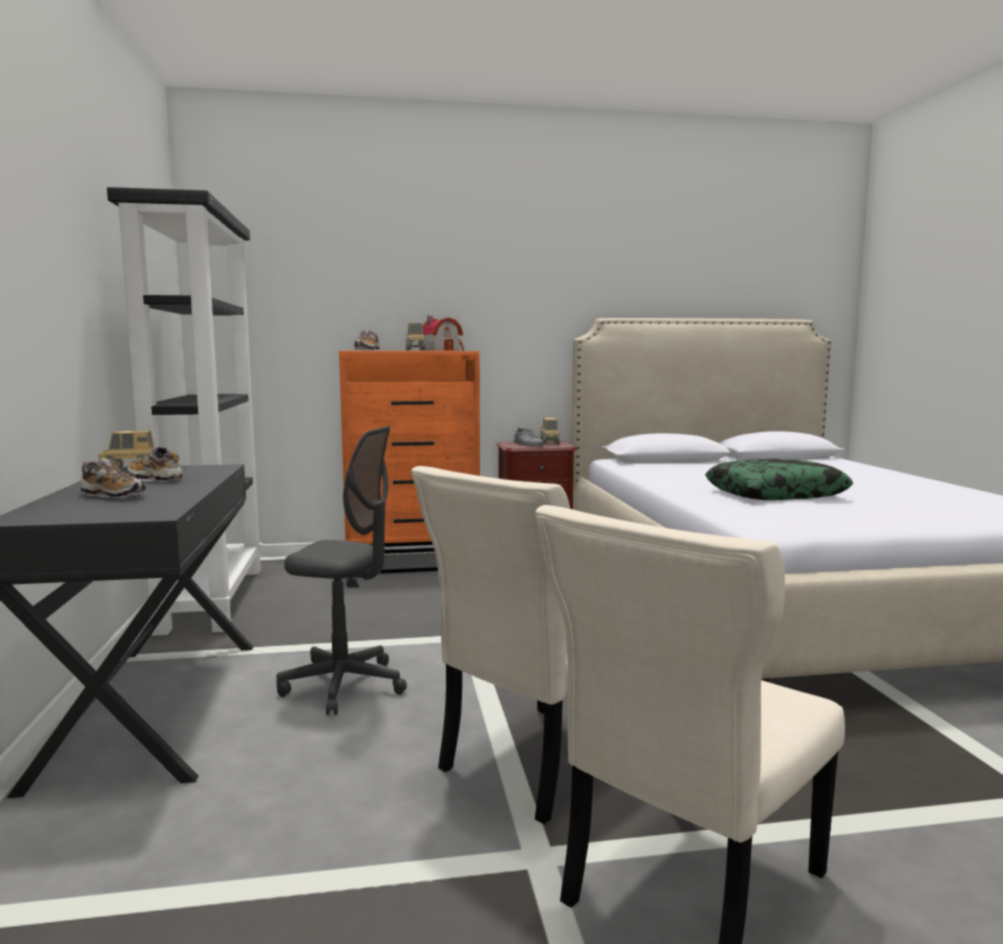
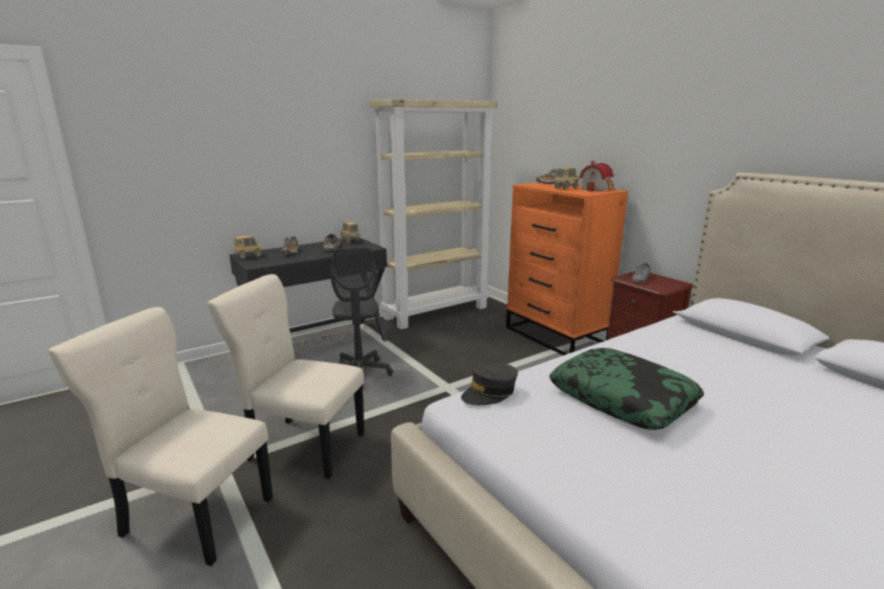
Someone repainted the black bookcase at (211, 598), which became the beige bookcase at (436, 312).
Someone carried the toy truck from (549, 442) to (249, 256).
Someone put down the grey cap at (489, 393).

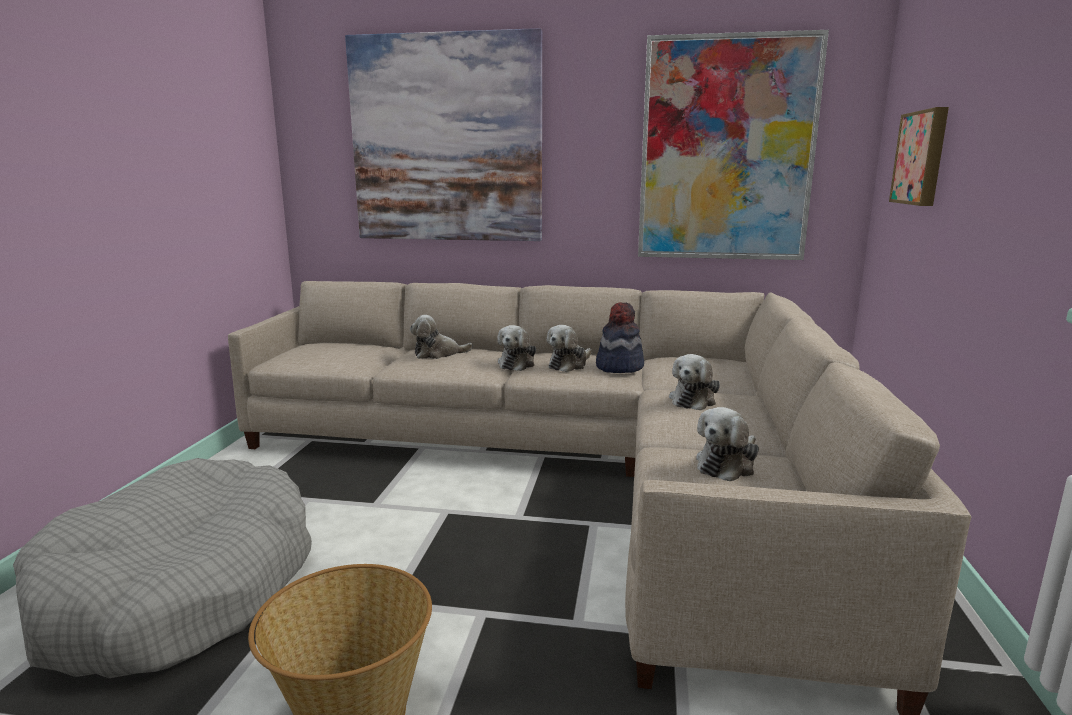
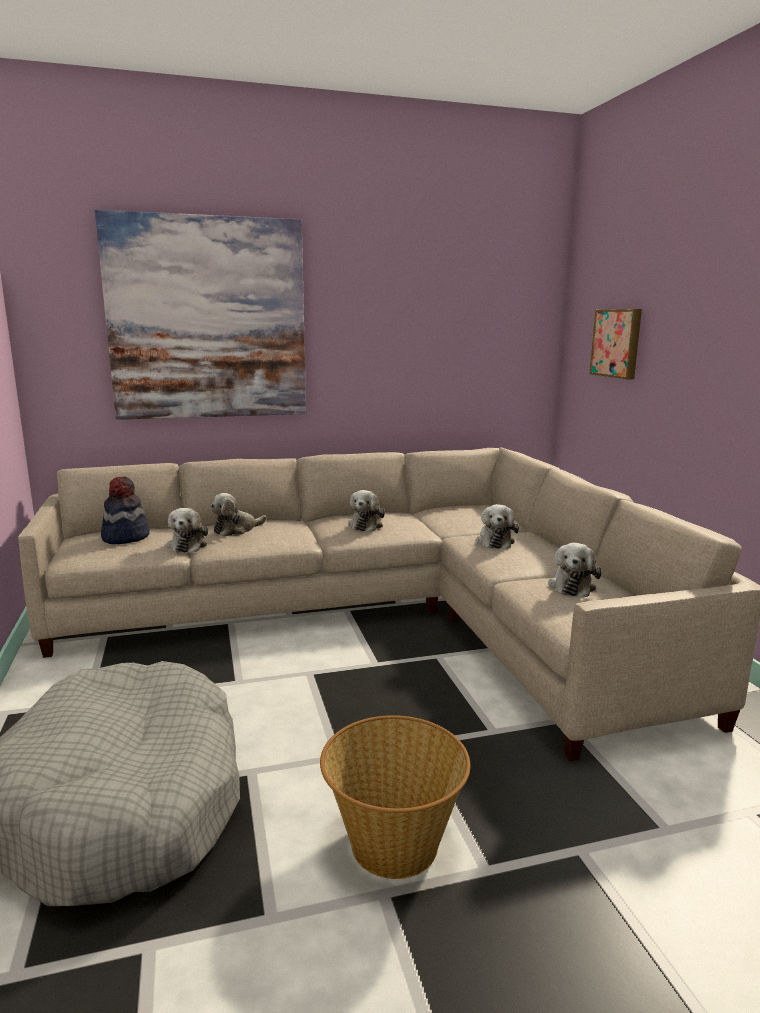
Someone carried the plush toy from (518, 364) to (188, 545).
Someone carried the hat from (619, 367) to (125, 537).
Someone took away the picture at (726, 150).

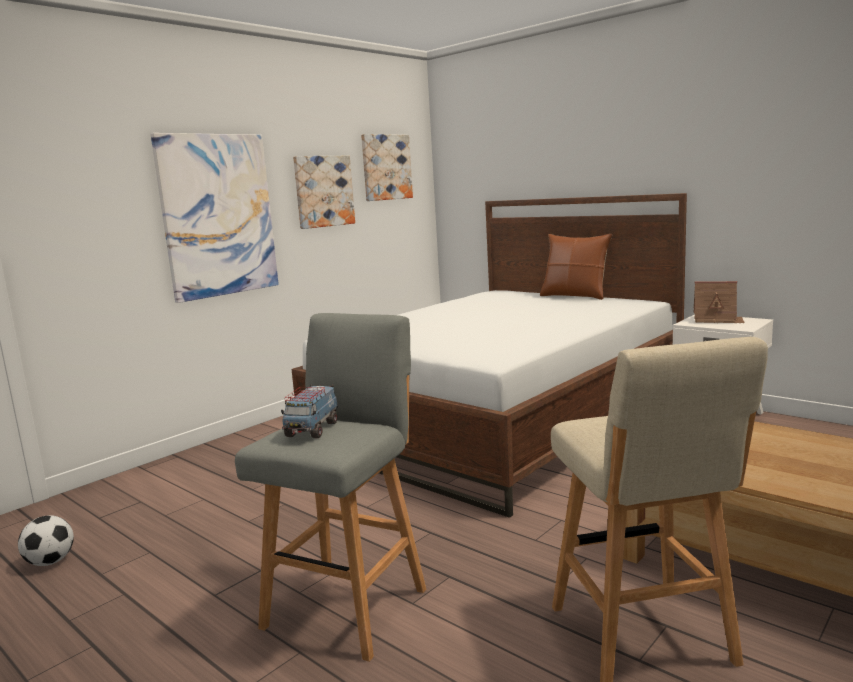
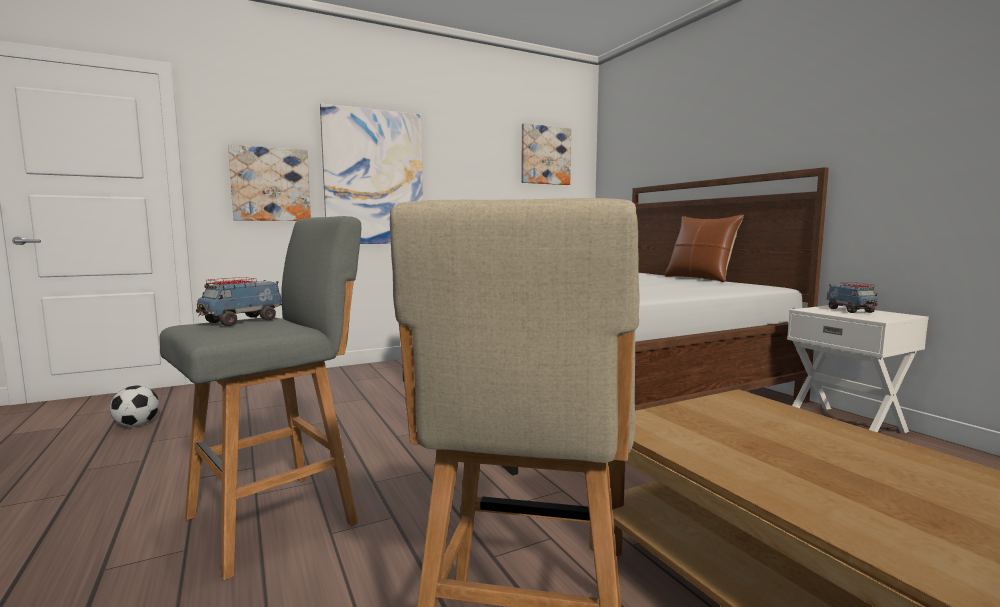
Someone carried the picture from (323, 191) to (270, 184).
Someone swapped the toy house at (717, 320) for the toy truck at (850, 310).

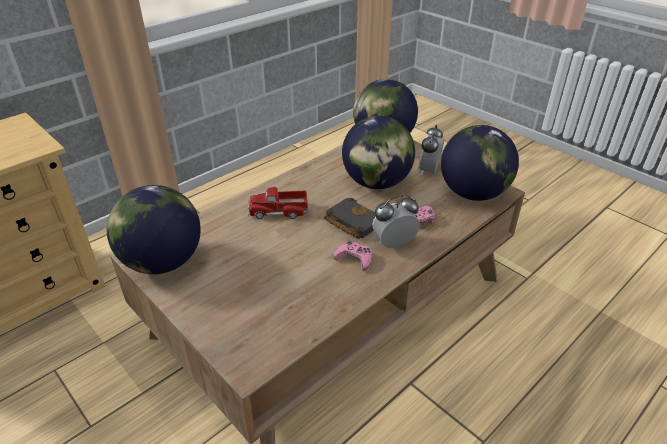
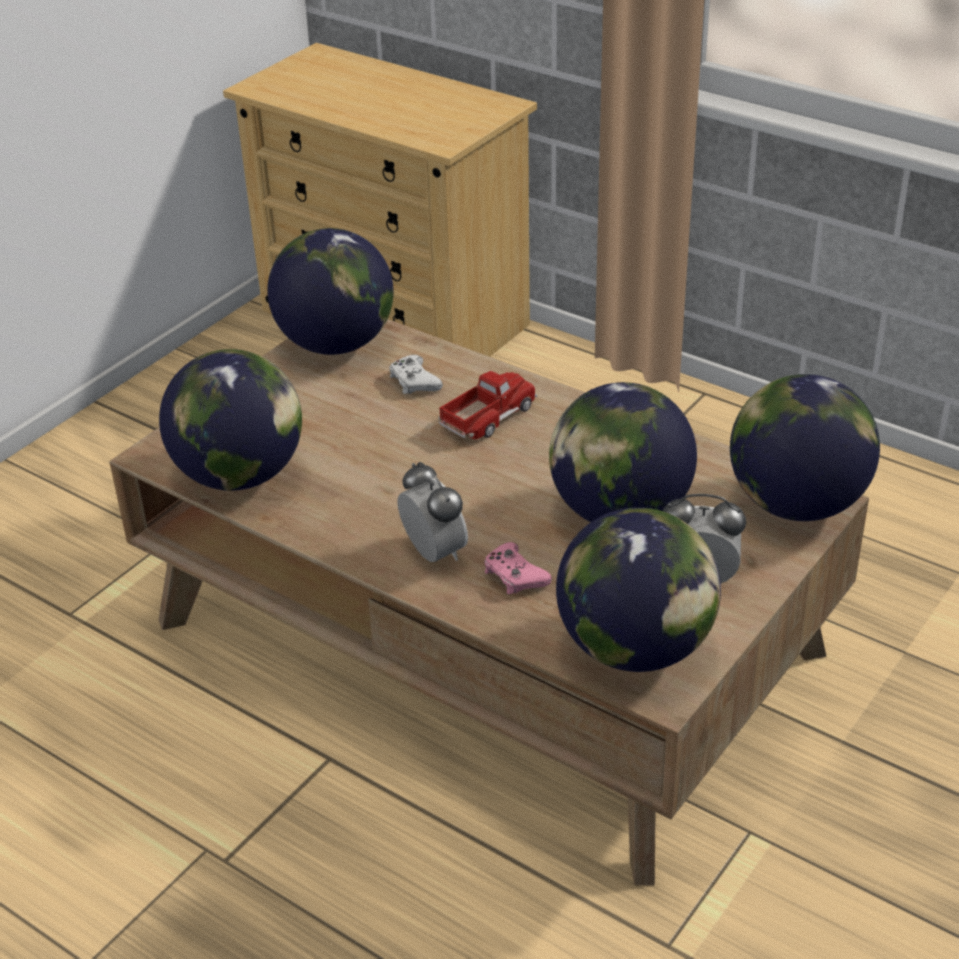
Someone rotated the toy truck at (278, 211) by 60 degrees clockwise.
Someone took away the black book at (351, 222).
Someone took away the pink game controller at (354, 258).
Someone put down the globe at (240, 475).
Someone put down the white game controller at (414, 381).

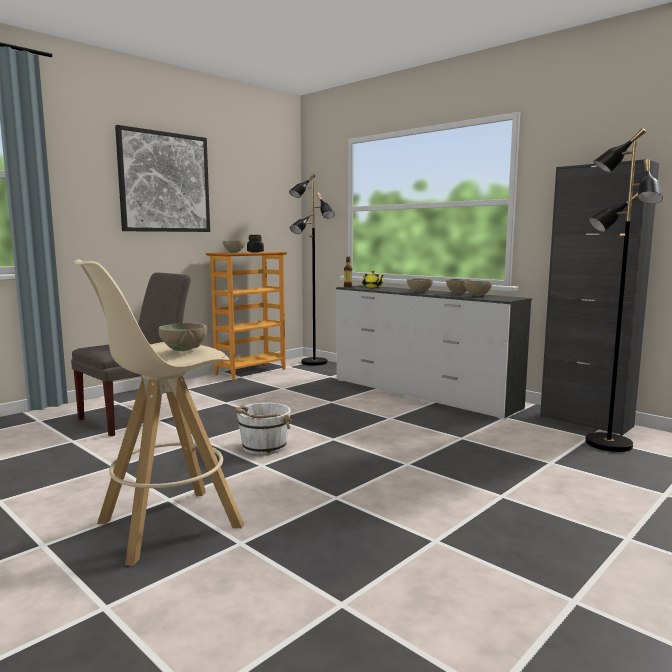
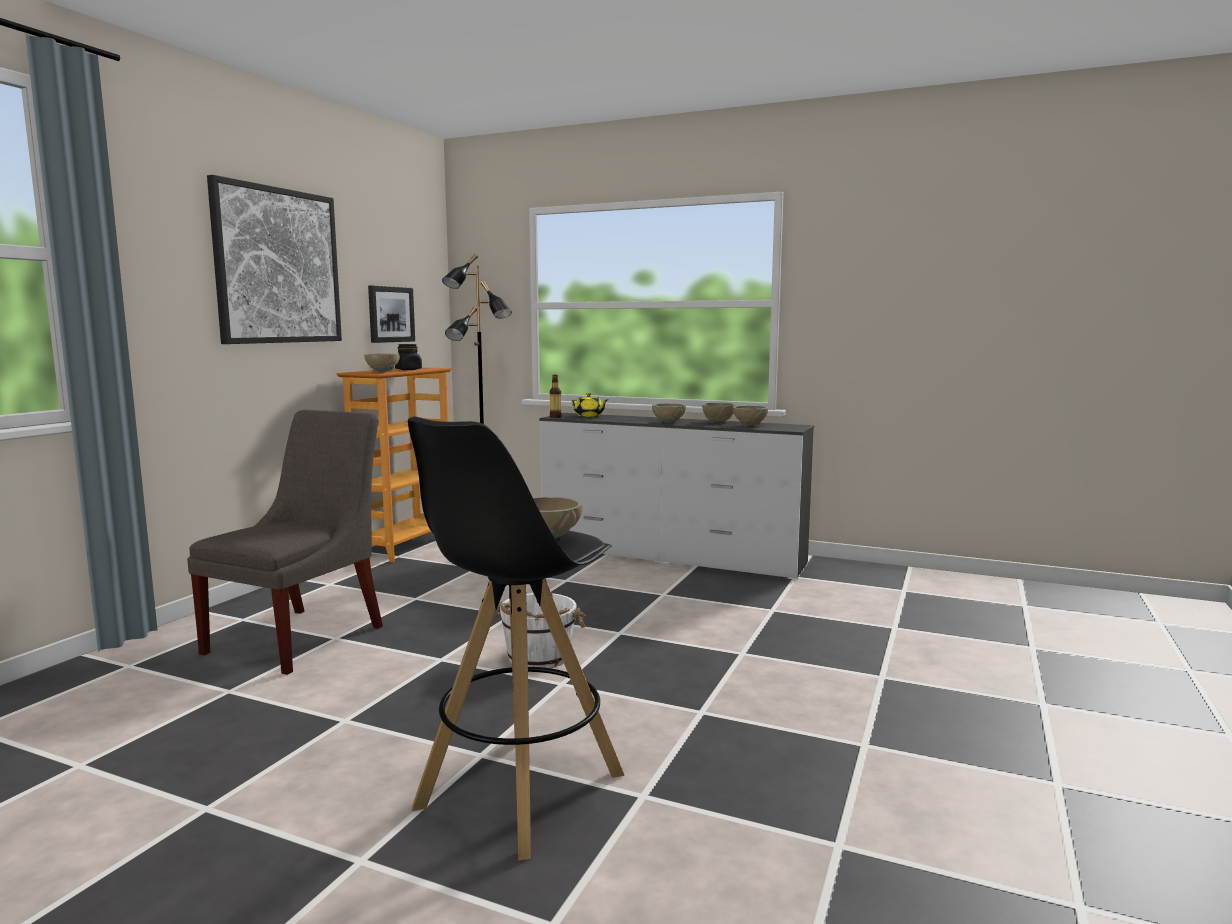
Someone repainted the beige stool at (168, 525), which became the black stool at (519, 791).
Someone took away the black cabinet at (585, 421).
Someone took away the black floor lamp at (607, 444).
Someone put up the picture at (390, 314).

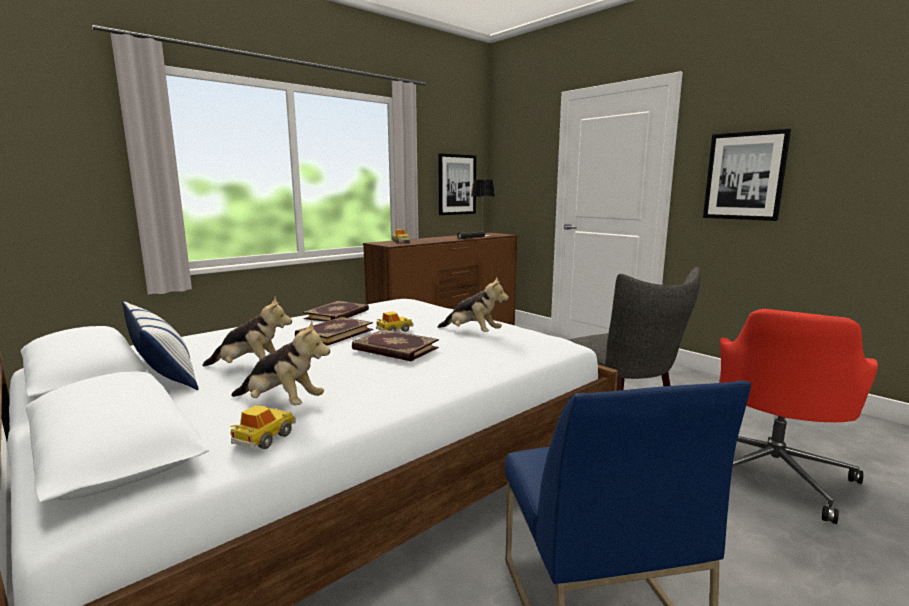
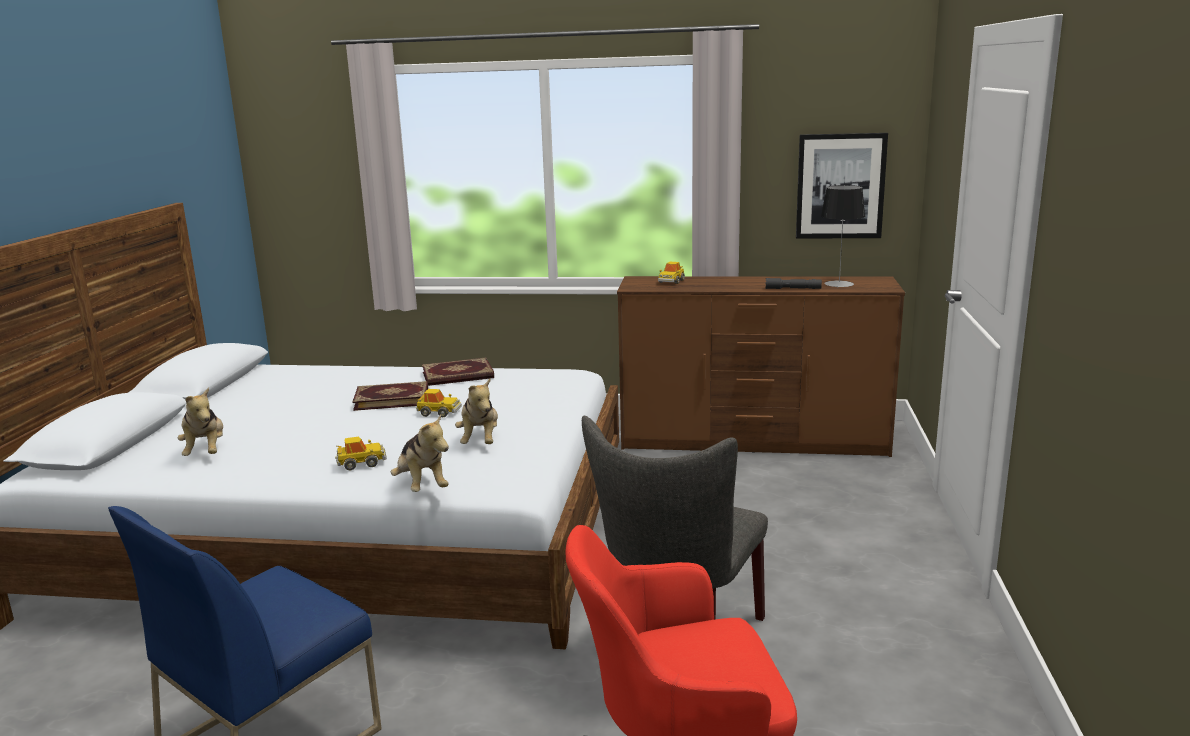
Someone took away the pillow at (163, 371).
Someone carried the plush toy from (250, 368) to (421, 486).
Someone carried the toy car from (264, 438) to (361, 463).
Someone took away the book at (394, 349).
Someone took away the picture at (744, 176).

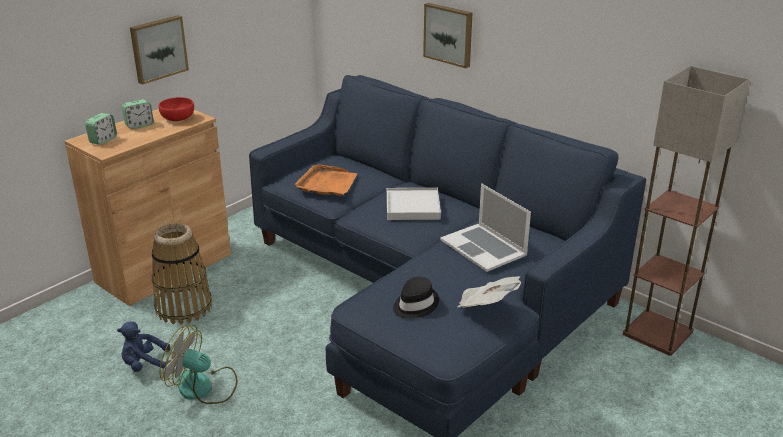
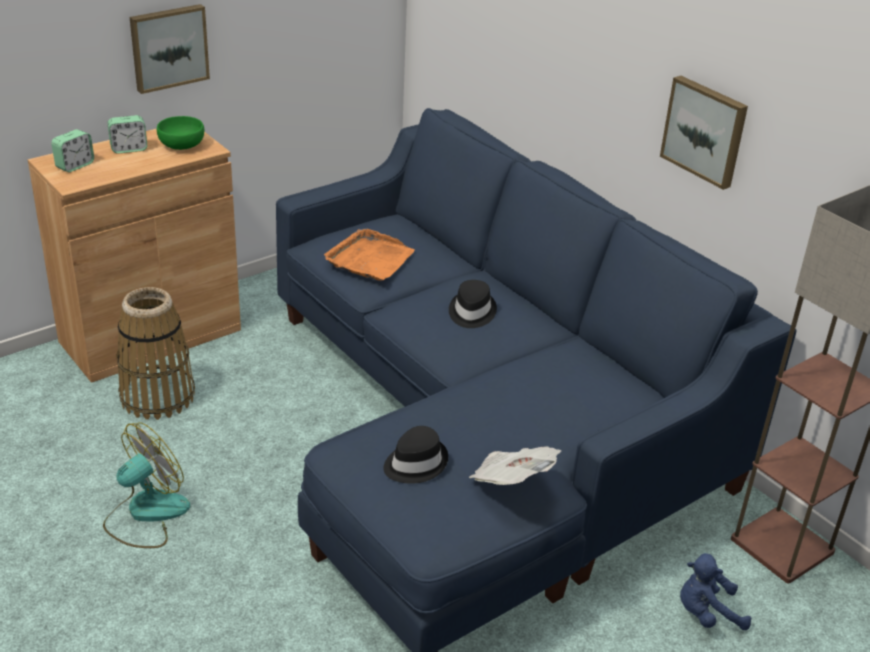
Someone carried the blue plush toy from (145, 365) to (706, 613).
Someone repainted the red bowl at (177, 118), which became the green bowl at (181, 144).
Someone rotated the fan at (203, 388) by 105 degrees clockwise.
Someone swapped the white tray at (412, 207) for the black hat at (471, 312).
Someone carried the picture from (449, 34) to (705, 131).
Someone took away the laptop at (483, 247).

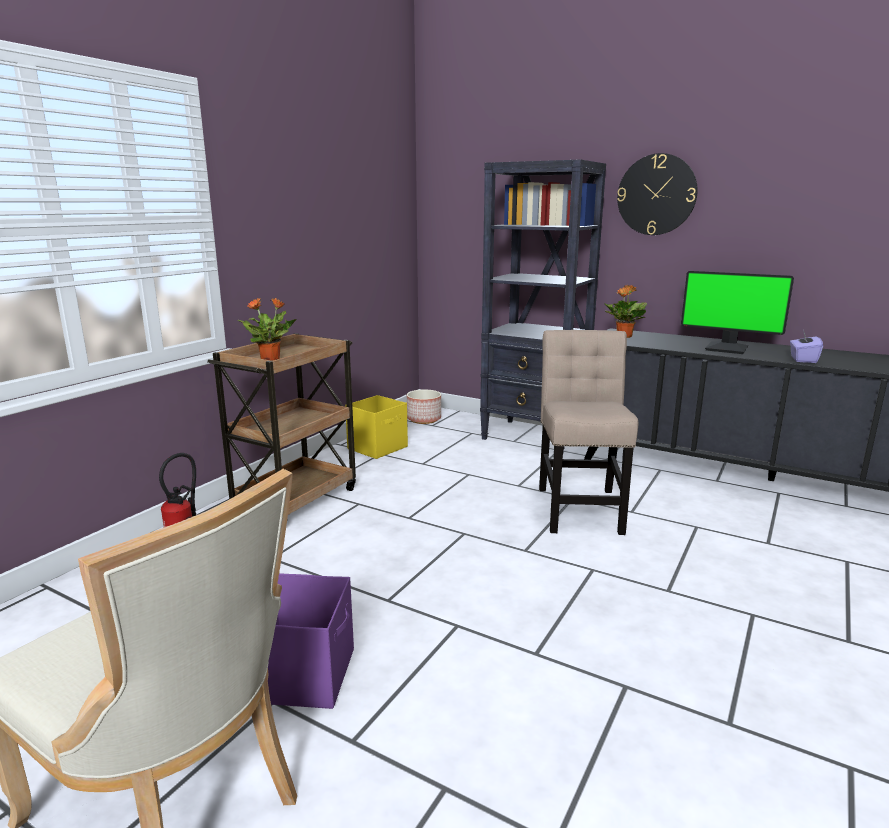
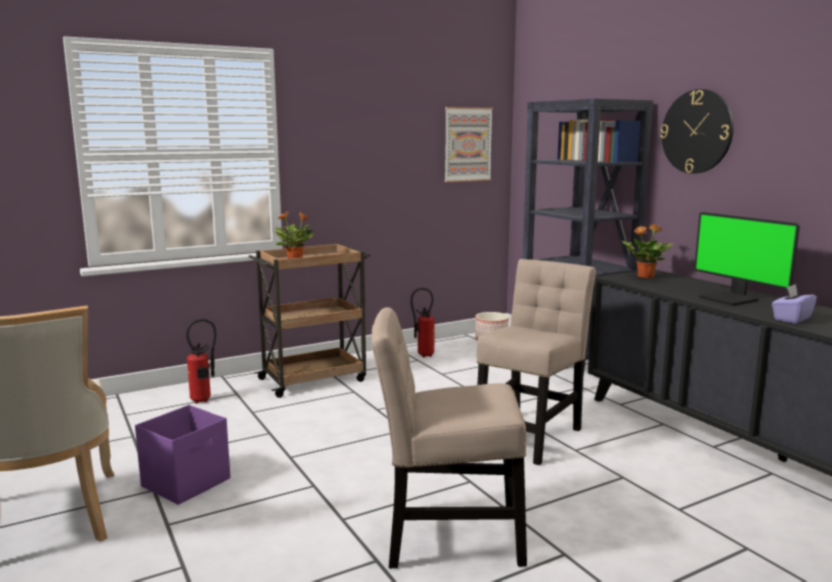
Someone swapped the yellow storage box at (378, 448) for the fire extinguisher at (422, 355).
Someone put down the beige chair at (446, 538).
Someone put up the picture at (467, 144).

